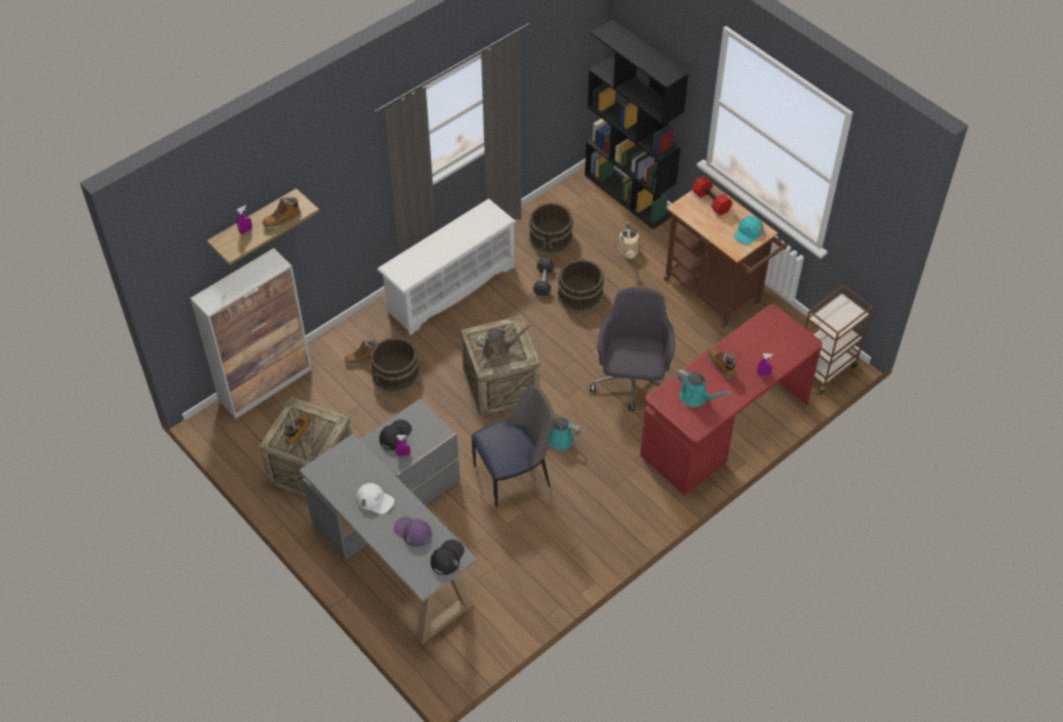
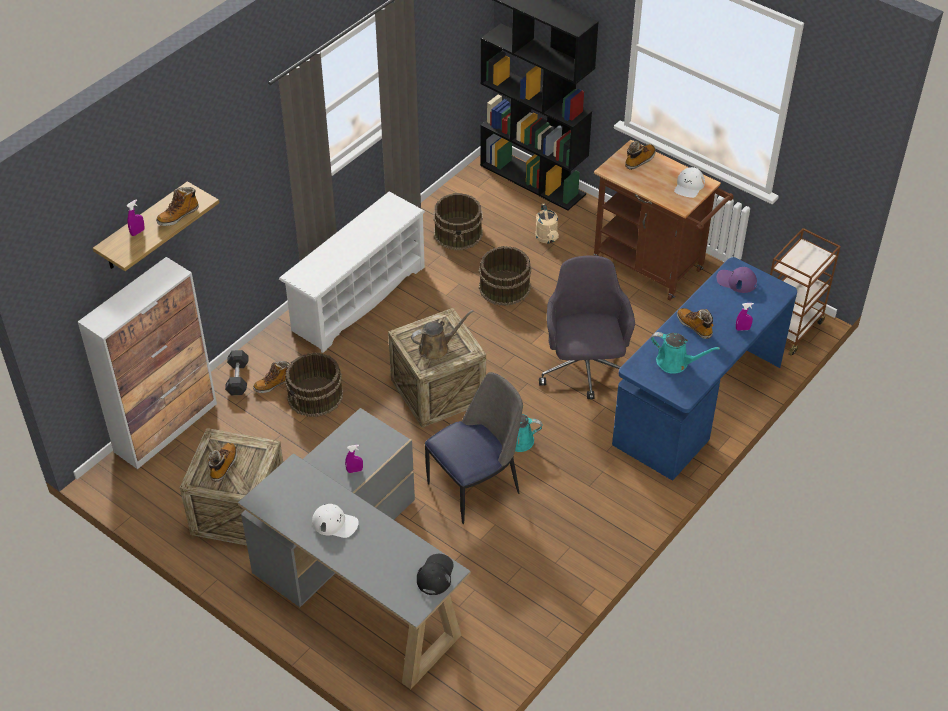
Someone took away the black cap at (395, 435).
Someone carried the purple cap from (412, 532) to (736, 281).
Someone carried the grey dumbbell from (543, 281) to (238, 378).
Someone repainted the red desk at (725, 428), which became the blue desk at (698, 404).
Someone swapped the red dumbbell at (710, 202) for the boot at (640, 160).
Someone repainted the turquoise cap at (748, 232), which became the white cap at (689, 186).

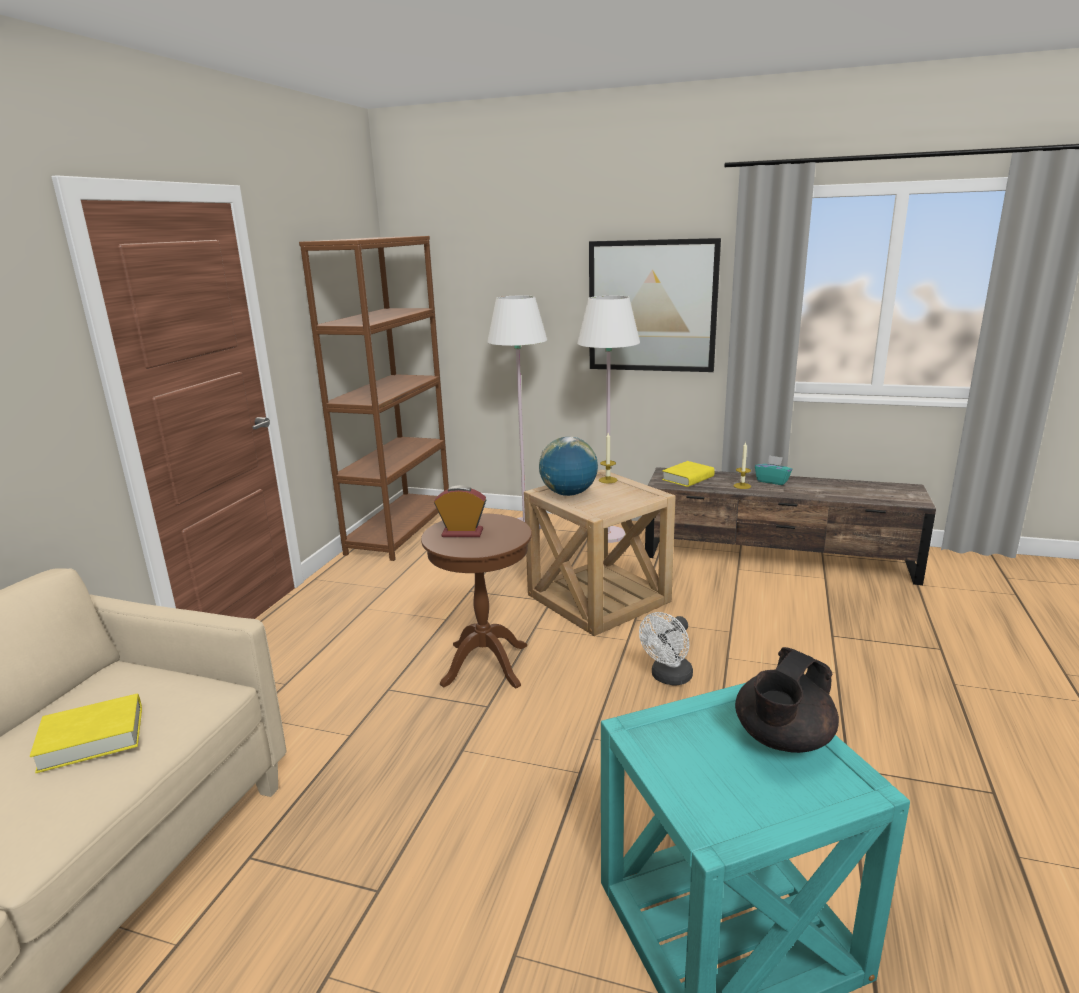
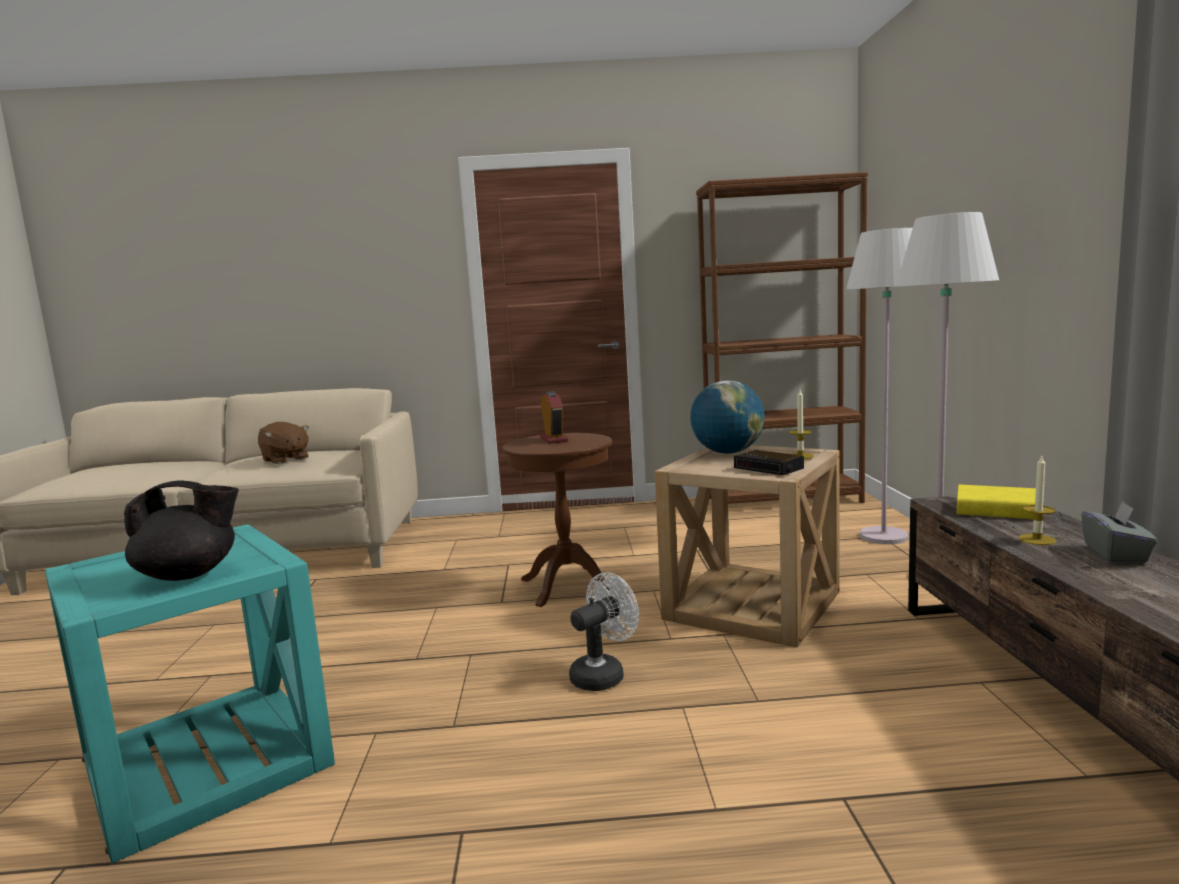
Someone swapped the yellow book at (92, 738) for the brown plush toy at (285, 460).
Someone took away the picture at (652, 306).
Someone rotated the white fan at (668, 678) by 120 degrees clockwise.
Someone rotated the black teapot at (782, 739) by 150 degrees clockwise.
Someone repainted the turquoise tissue box at (772, 481), which became the grey tissue box at (1116, 554).
Someone put down the alarm clock at (769, 468).

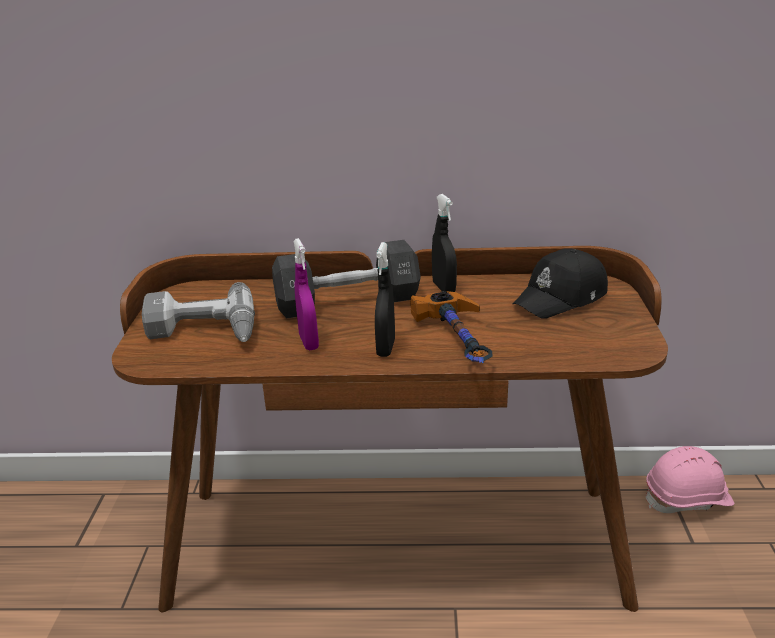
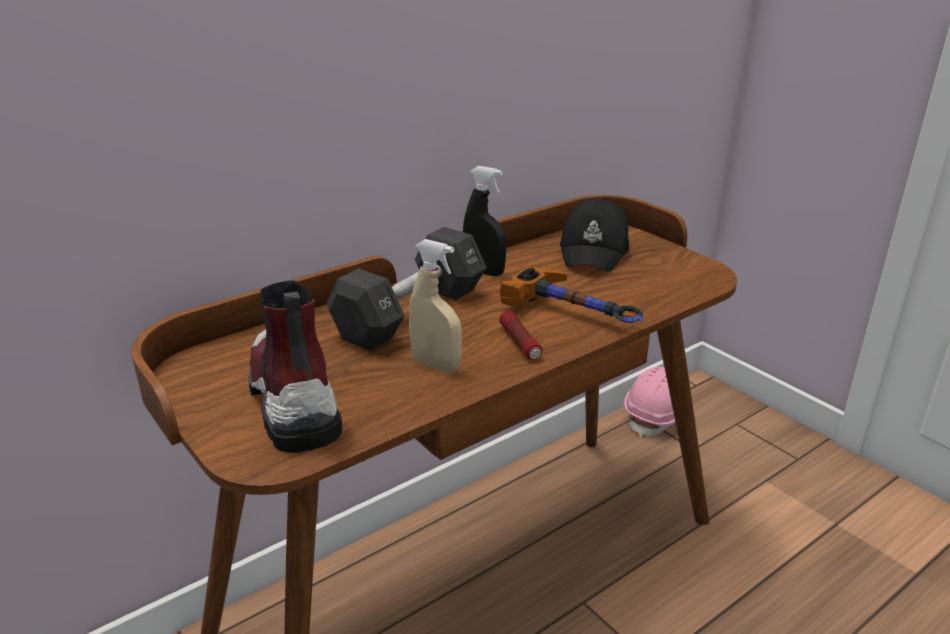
Someone swapped the power drill at (202, 331) for the boot at (293, 400).
Someone repainted the purple spray bottle at (309, 342), which became the beige spray bottle at (436, 365).
Someone swapped the black spray bottle at (386, 348) for the flashlight at (520, 343).

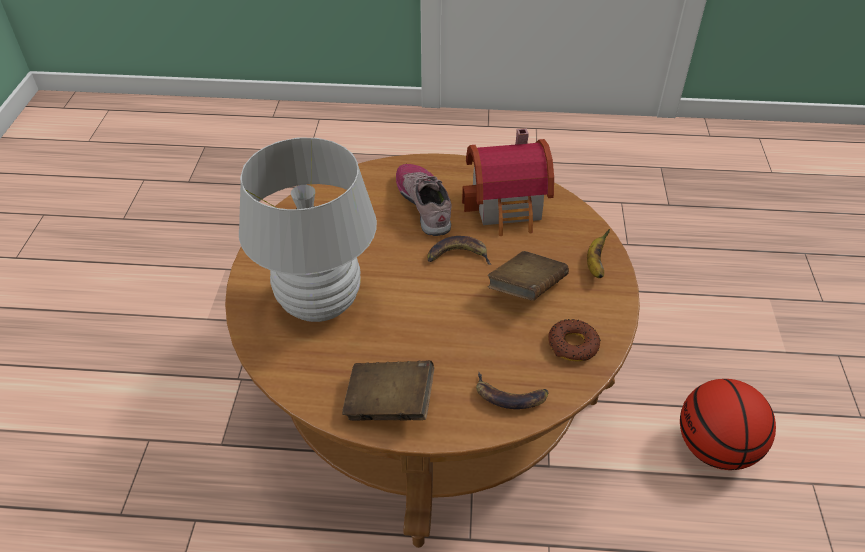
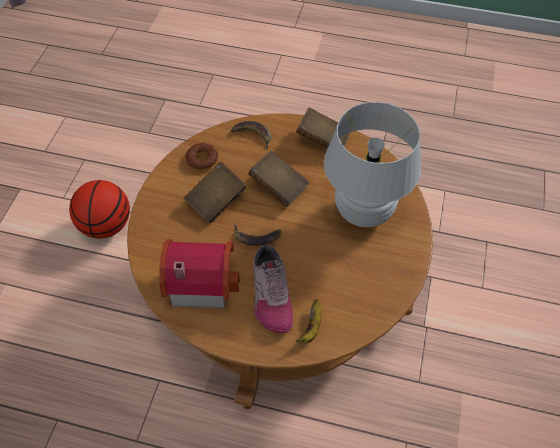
Someone carried the banana from (595, 264) to (311, 328).
Someone put down the brown book at (278, 187).

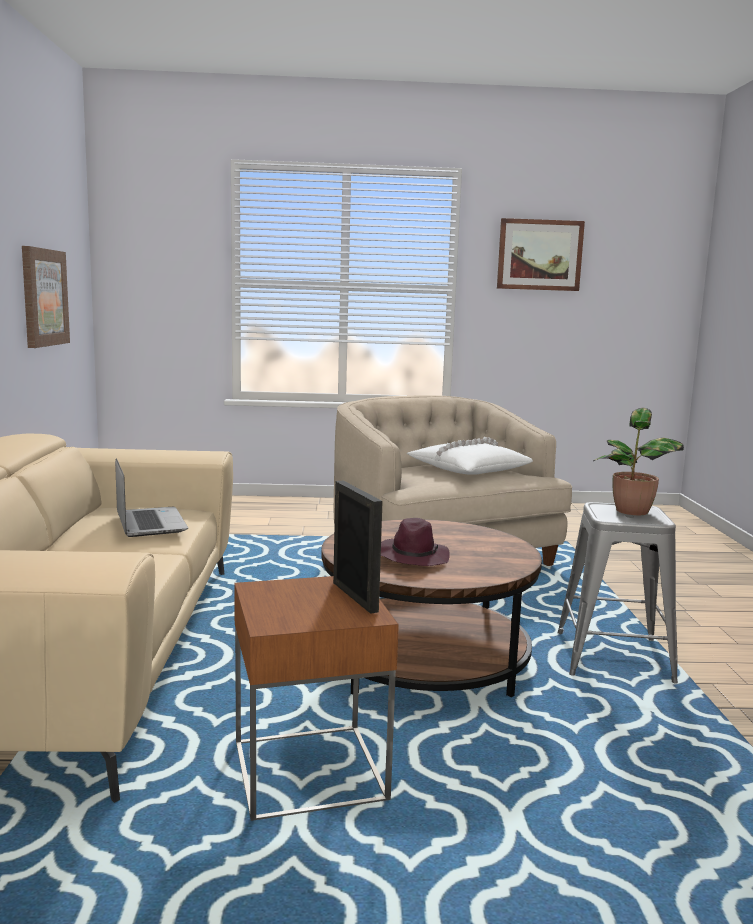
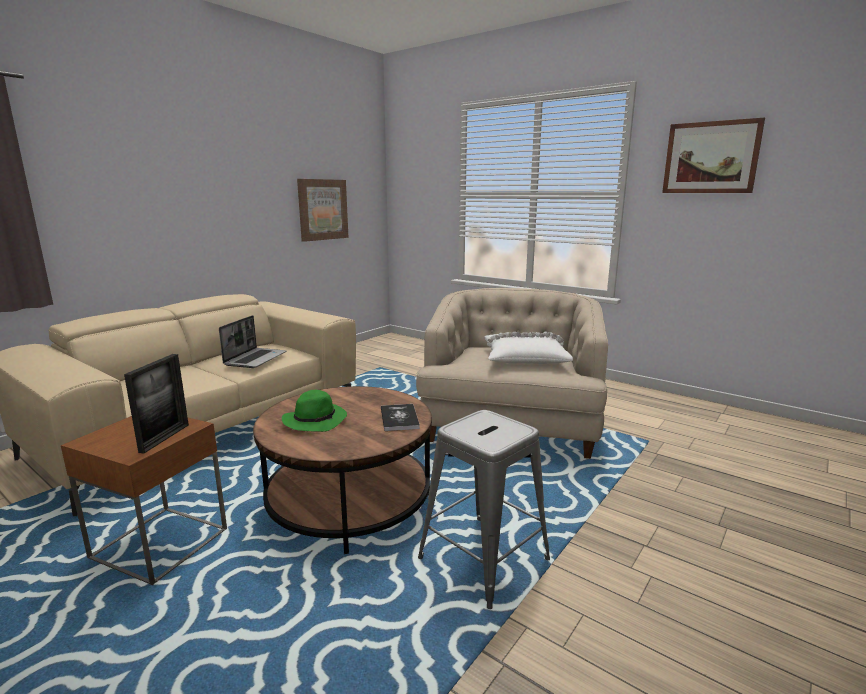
Someone repainted the purple hat at (412, 557), which became the green hat at (316, 420).
Someone took away the potted plant at (632, 512).
Someone put down the book at (399, 418).

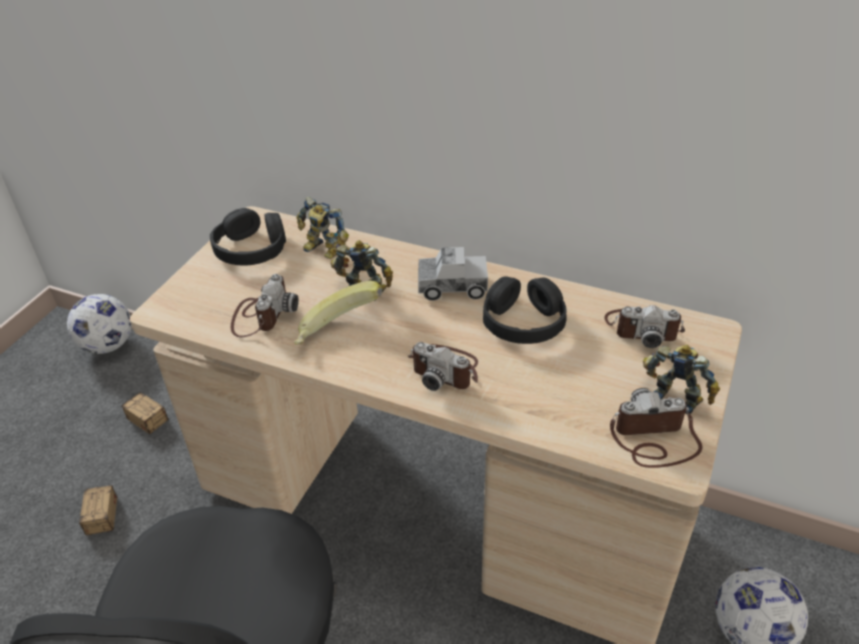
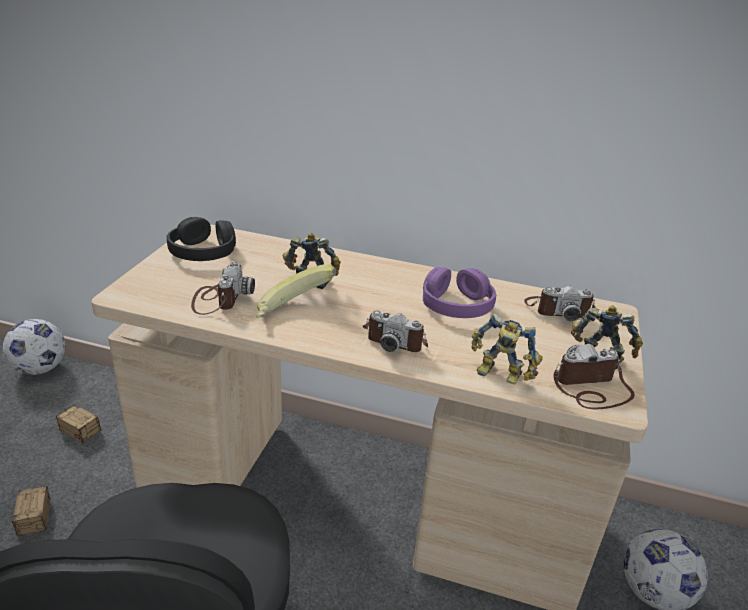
Someone carried the toy robot from (322, 251) to (500, 375).
Someone took away the toy truck at (452, 287).
Someone repainted the black headphones at (523, 322), which became the purple headphones at (456, 305).

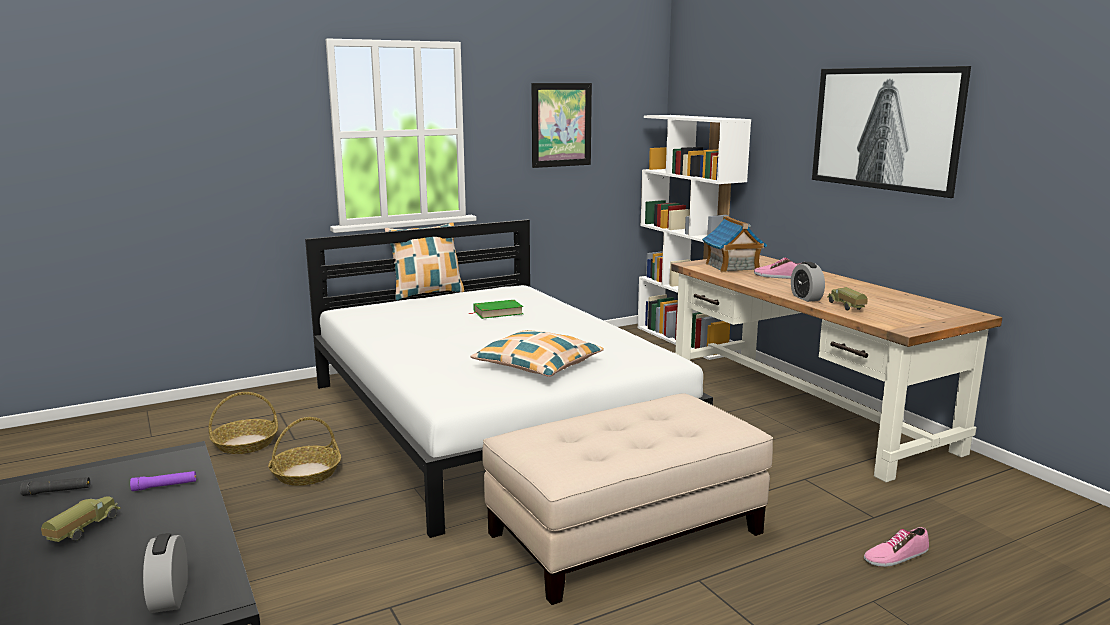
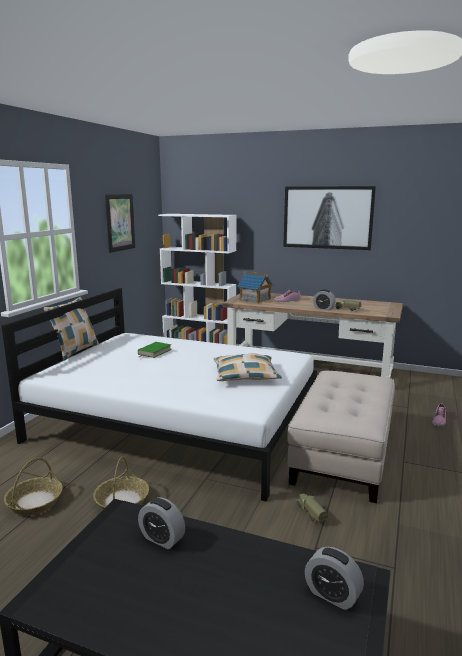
Someone took away the black flashlight at (57, 491).
Someone carried the toy truck from (83, 530) to (311, 513).
Someone swapped the purple flashlight at (165, 486) for the alarm clock at (162, 539).

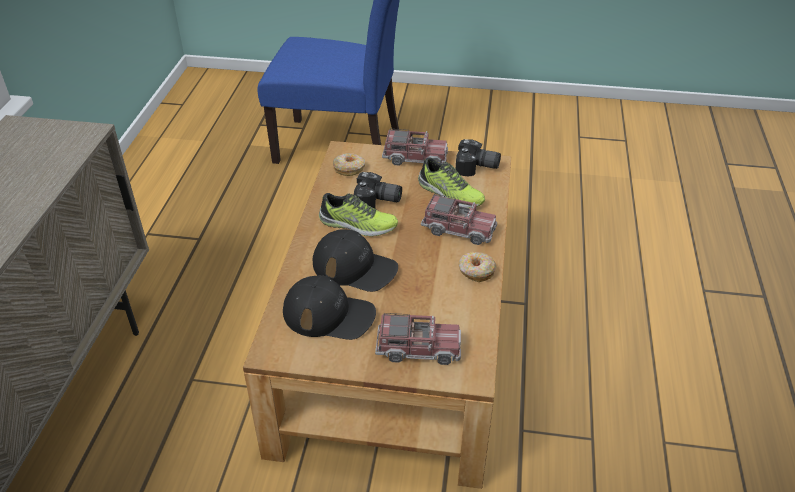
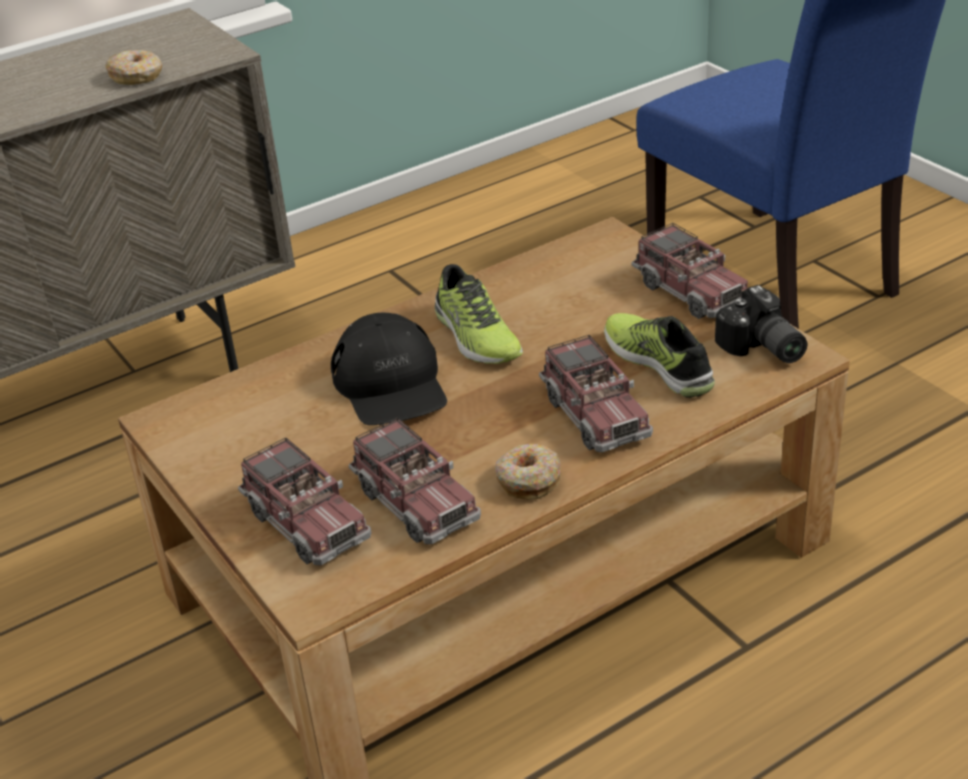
Someone took away the black cap at (329, 314).
Someone carried the donut from (349, 168) to (137, 76).
Someone took away the photo camera at (377, 202).
Someone rotated the shoe at (449, 194) by 150 degrees clockwise.
Someone put down the toy truck at (415, 502).

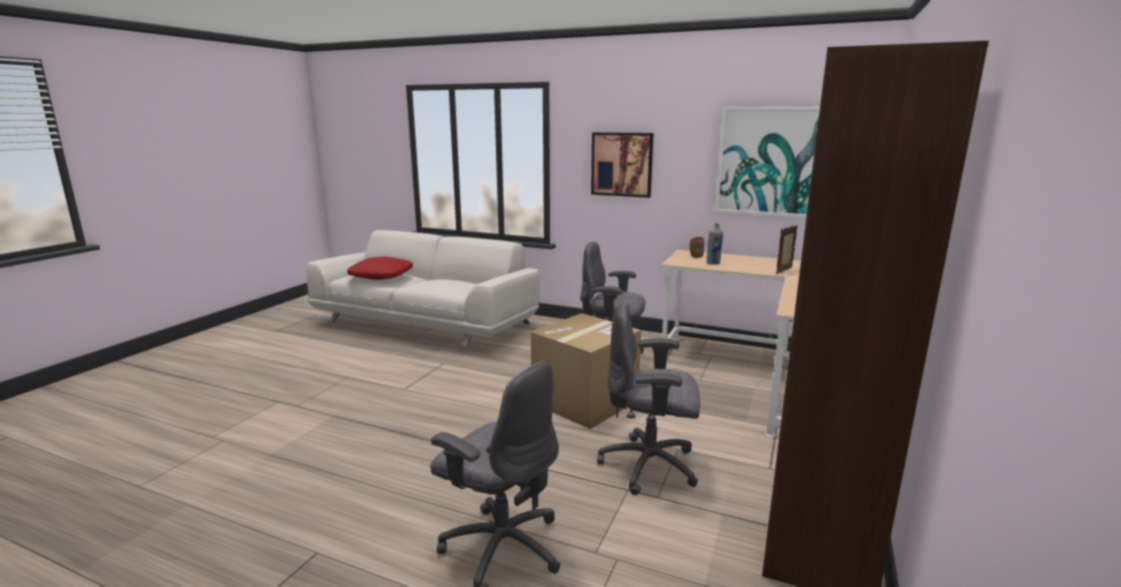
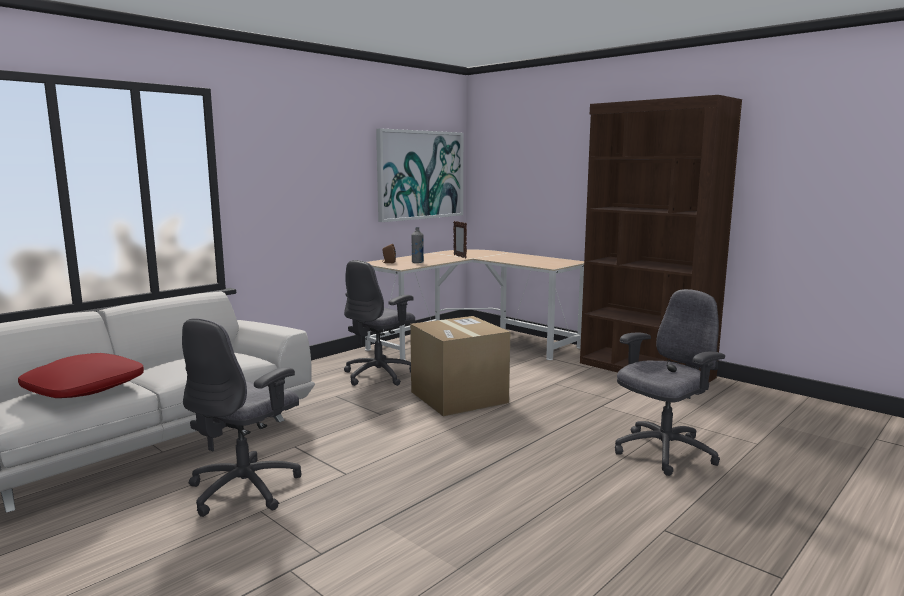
Someone took away the picture at (622, 164).
Someone carried the grey office chair from (650, 466) to (246, 488).

